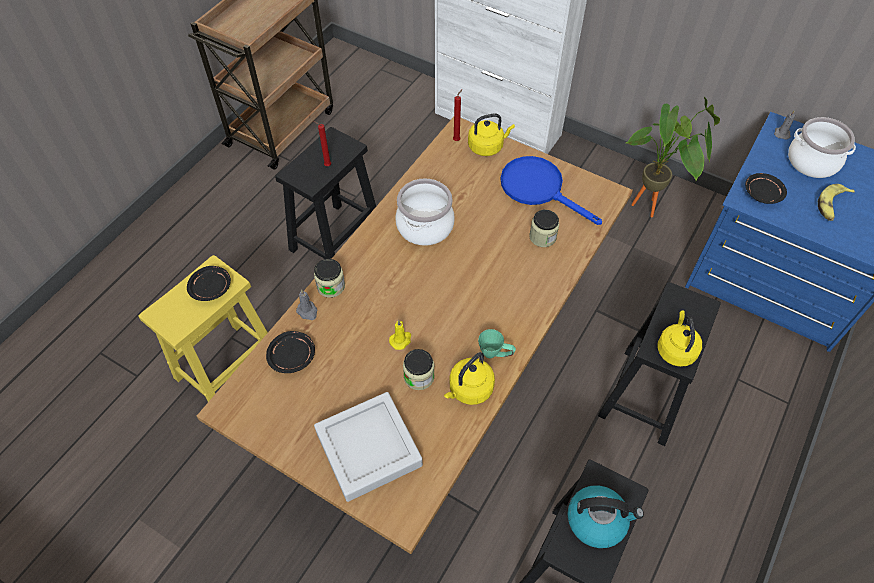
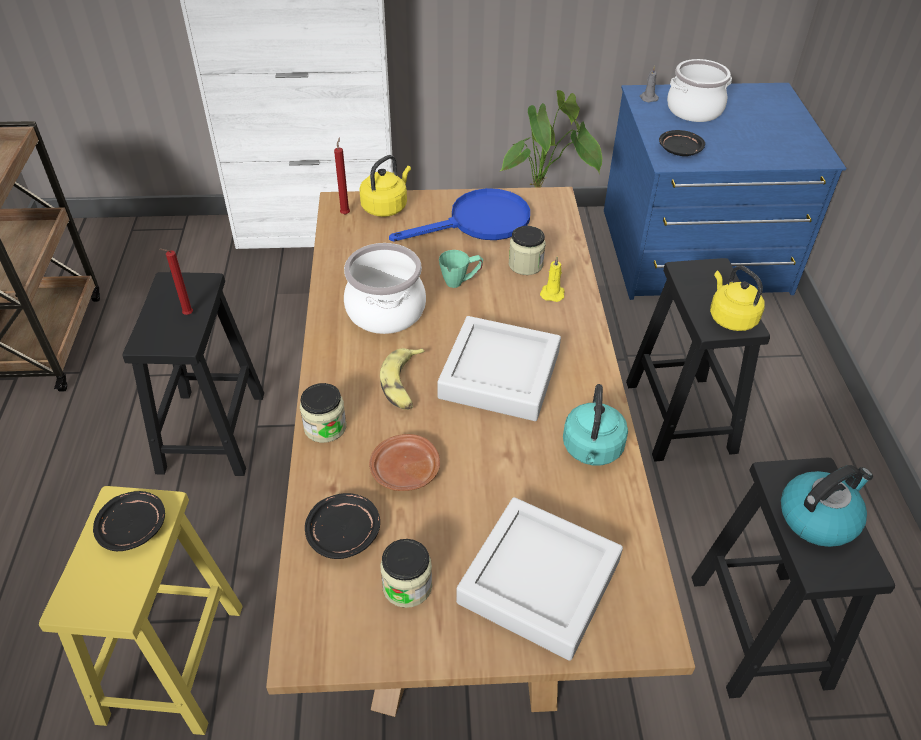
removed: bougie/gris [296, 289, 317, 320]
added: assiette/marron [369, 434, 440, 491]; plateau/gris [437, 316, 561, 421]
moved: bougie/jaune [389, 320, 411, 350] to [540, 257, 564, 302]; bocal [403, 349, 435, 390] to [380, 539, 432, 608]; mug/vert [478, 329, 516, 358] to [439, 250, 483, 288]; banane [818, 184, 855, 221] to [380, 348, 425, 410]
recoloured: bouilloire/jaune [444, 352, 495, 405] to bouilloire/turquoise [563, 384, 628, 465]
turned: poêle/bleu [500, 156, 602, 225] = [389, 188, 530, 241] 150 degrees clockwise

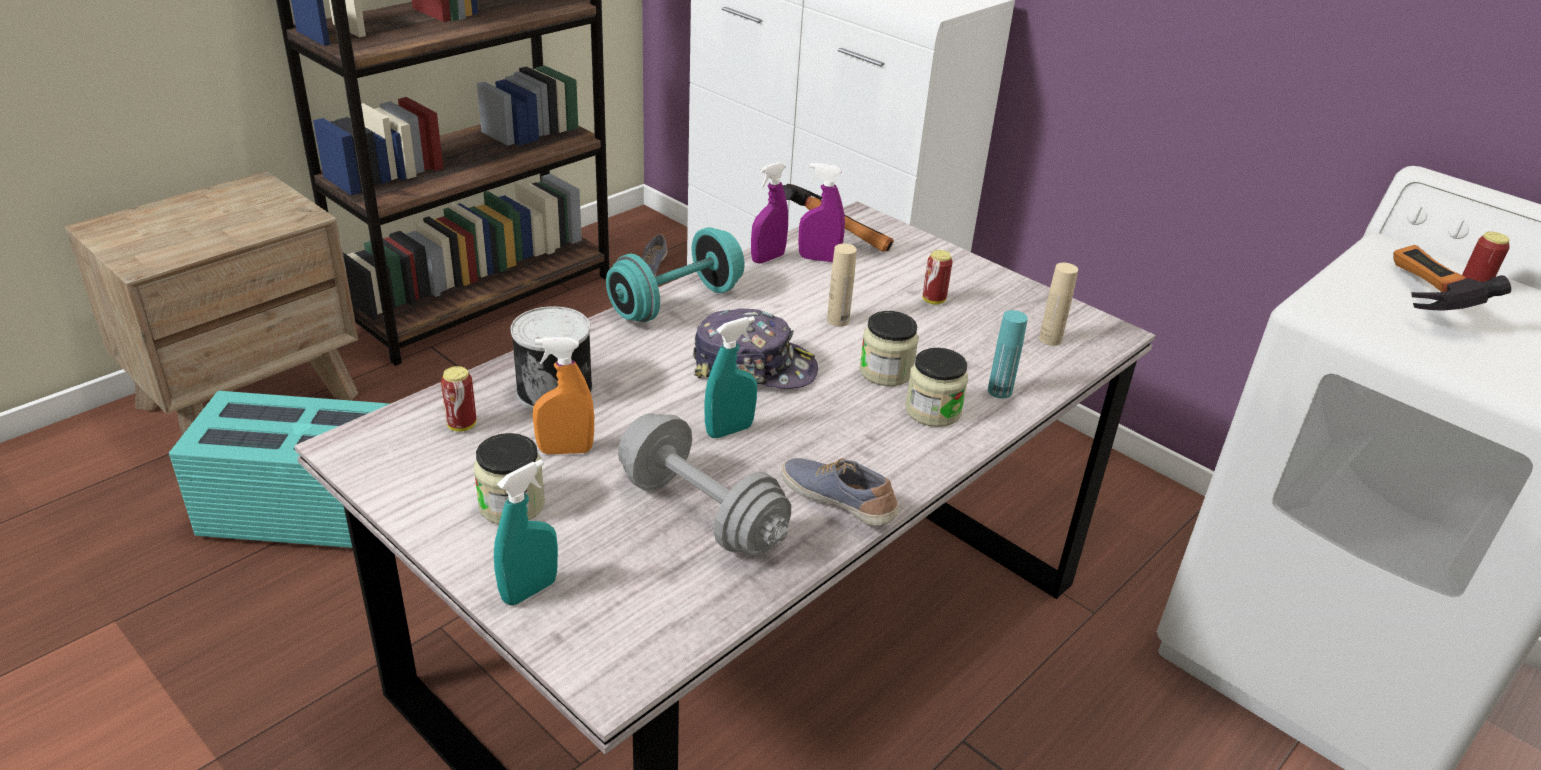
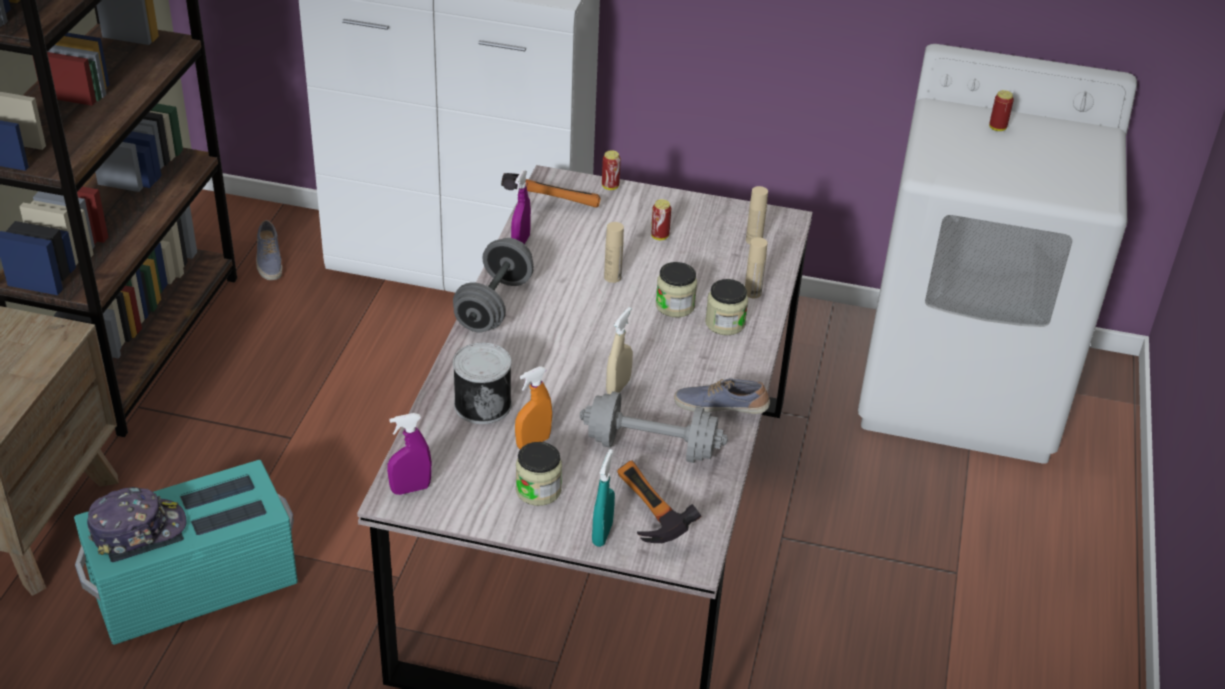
moved: boîte métallique [441, 366, 476, 432] to [602, 150, 621, 190]; casquette [693, 309, 818, 389] to [87, 487, 187, 555]; vaporisateur/violet [798, 163, 845, 262] to [387, 413, 432, 495]; marteau [1393, 245, 1511, 311] to [617, 461, 702, 543]
recoloured: haltère/turquoise [606, 227, 744, 322] to haltère/gris [453, 238, 534, 332]; vaporisateur/turquoise [704, 316, 757, 438] to vaporisateur/beige [606, 307, 633, 394]; bouteille/turquoise [988, 310, 1028, 399] to bouteille/beige [745, 237, 768, 298]

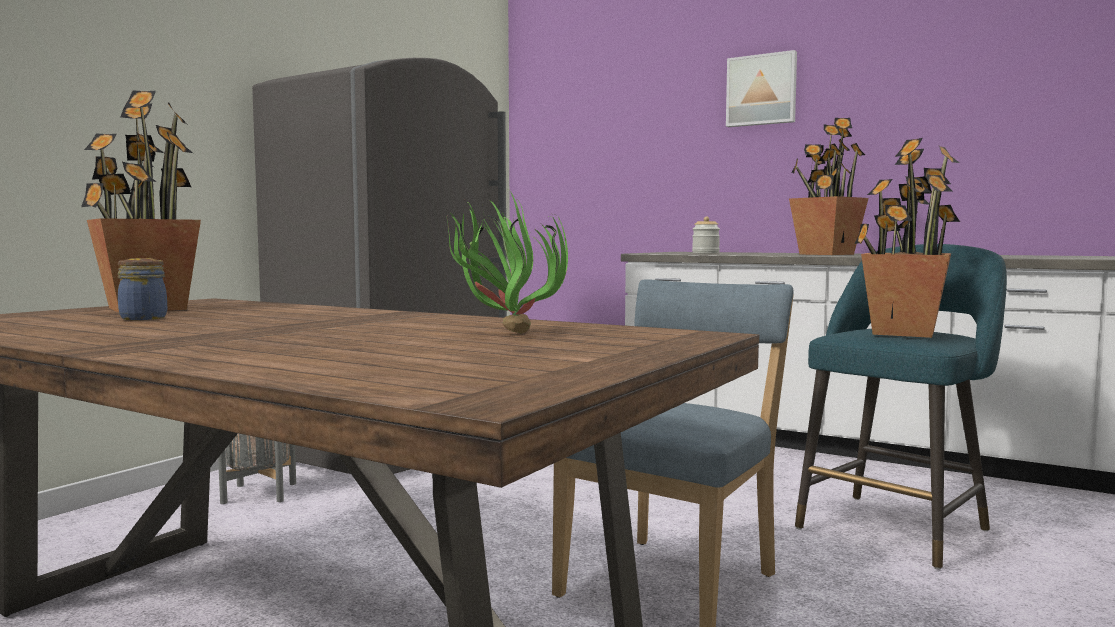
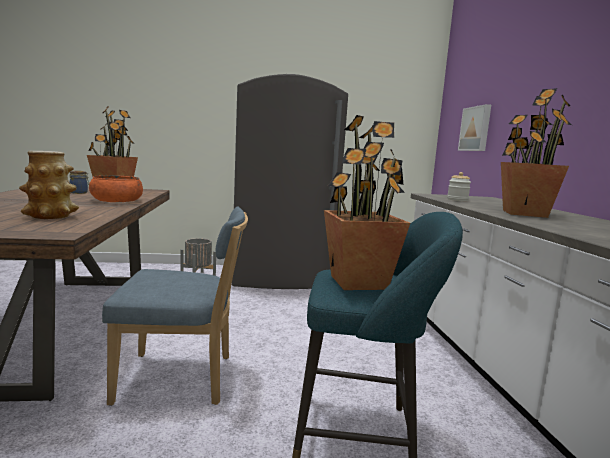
added: bol/orange [89, 175, 143, 202]
moved: tableau [726, 50, 797, 127] to [458, 104, 491, 151]
replaced: plante en pot [446, 189, 568, 333] to vase [19, 151, 79, 219]

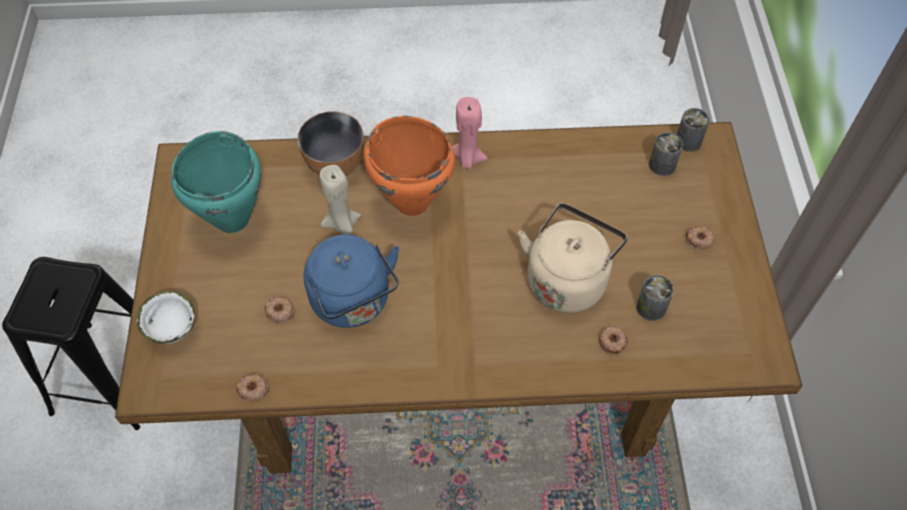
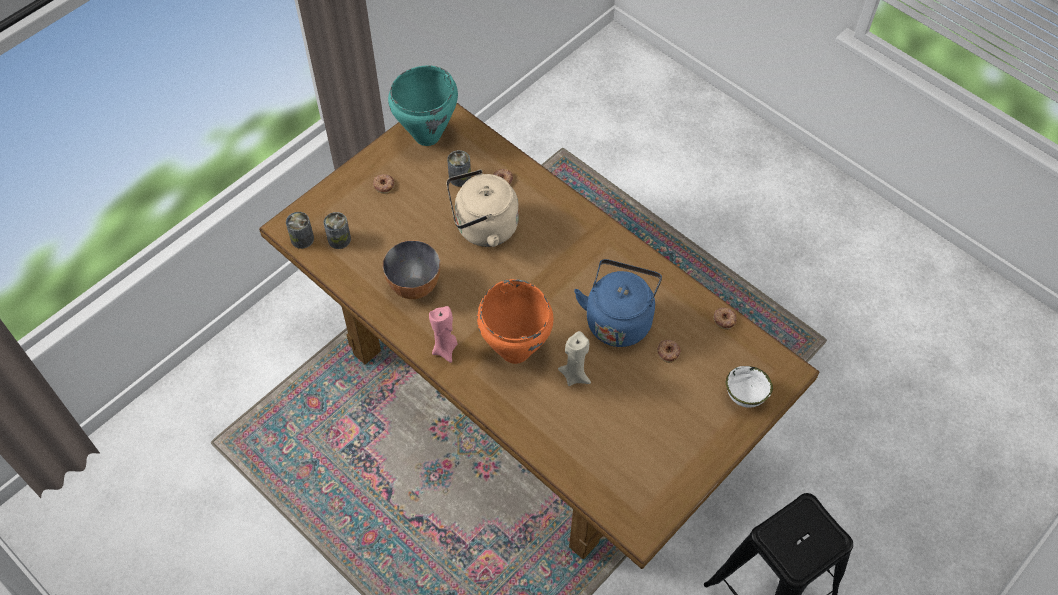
moved: marmite/turquoise [171, 131, 261, 233] to [388, 66, 458, 146]; bol [297, 111, 364, 176] to [382, 240, 440, 299]

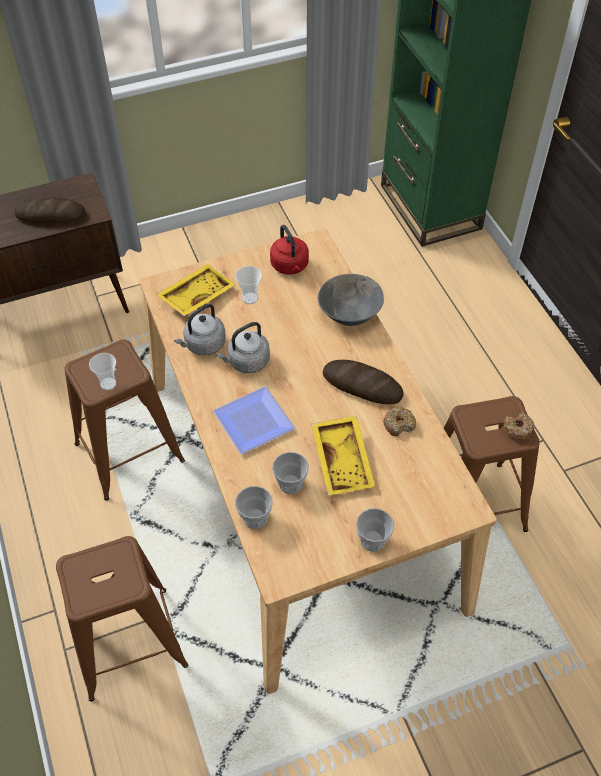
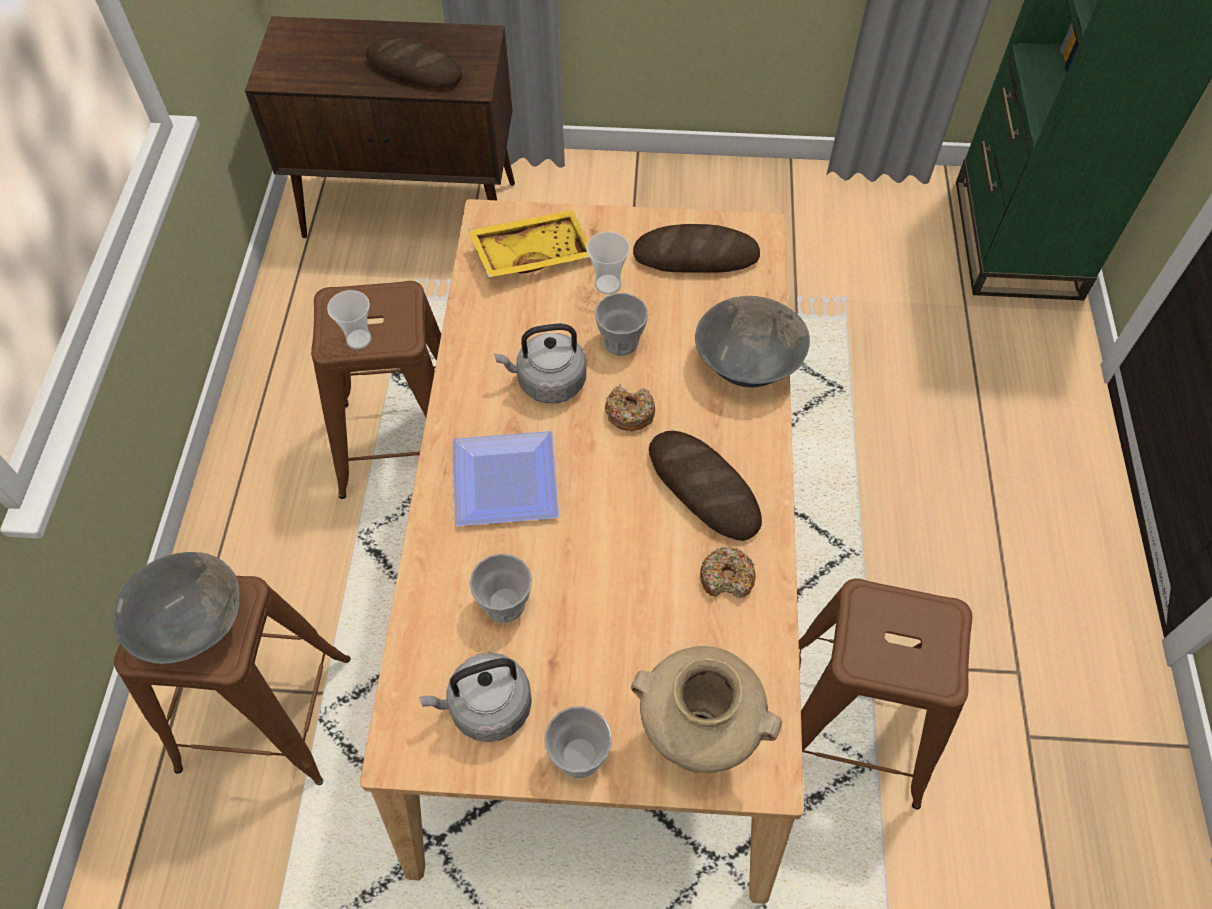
removed: plateau/jaune [312, 416, 375, 496]
added: bol/gris [113, 552, 240, 664]; vase/beige [631, 646, 782, 773]
moved: bouilloire/gris [174, 304, 226, 355] to [419, 652, 532, 742]; tasse [235, 486, 272, 529] to [595, 293, 648, 356]; beignet [504, 412, 534, 440] to [605, 385, 655, 431]
replaced: bouilloire/rouge [270, 225, 309, 275] to pain [633, 224, 760, 273]

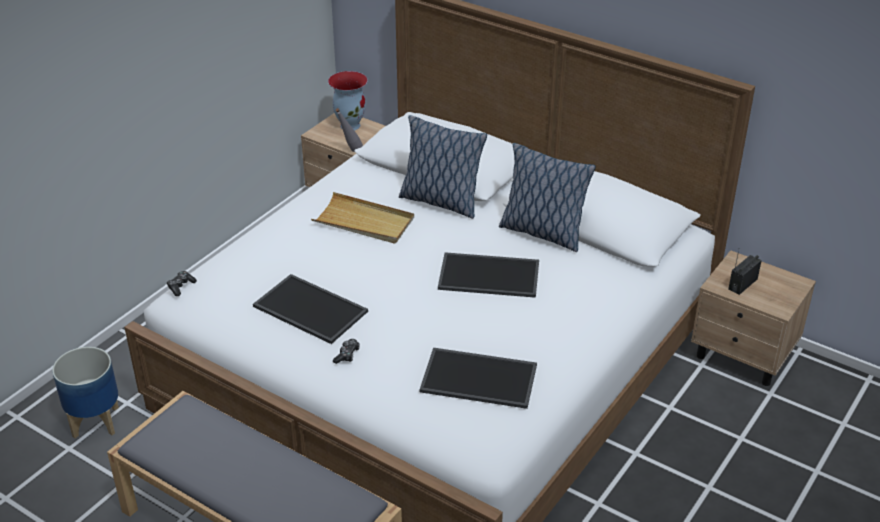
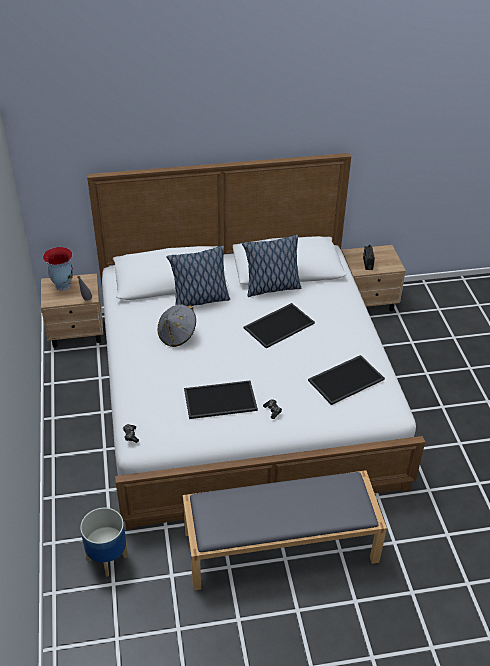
replaced: plateau/beige [311, 192, 414, 244] to chapeau/gris [158, 304, 196, 347]

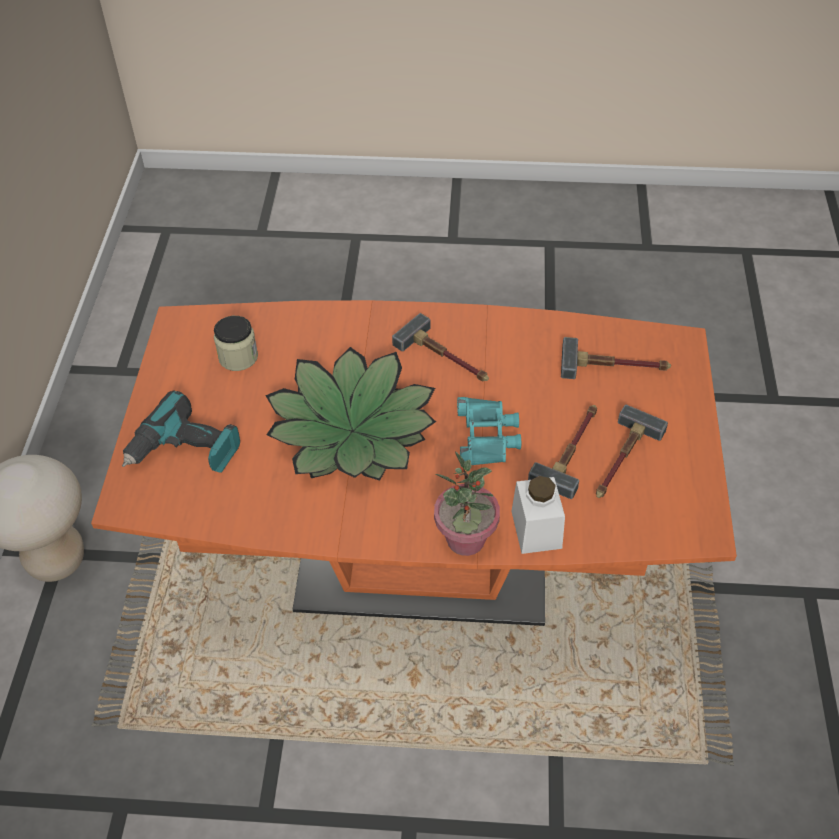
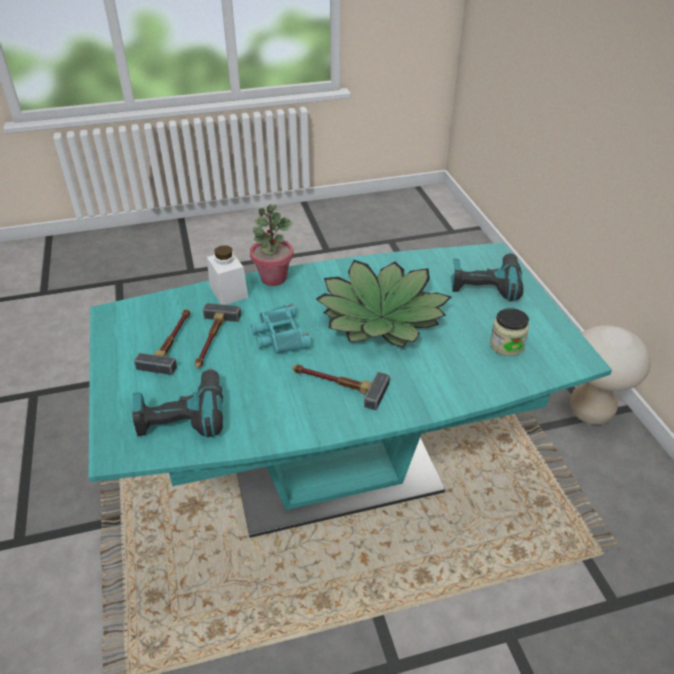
replaced: marteau [561, 337, 671, 379] to perceuse [132, 367, 223, 437]
recoloured: table à manger/orange [91, 300, 737, 626] to table à manger/turquoise [89, 243, 612, 538]

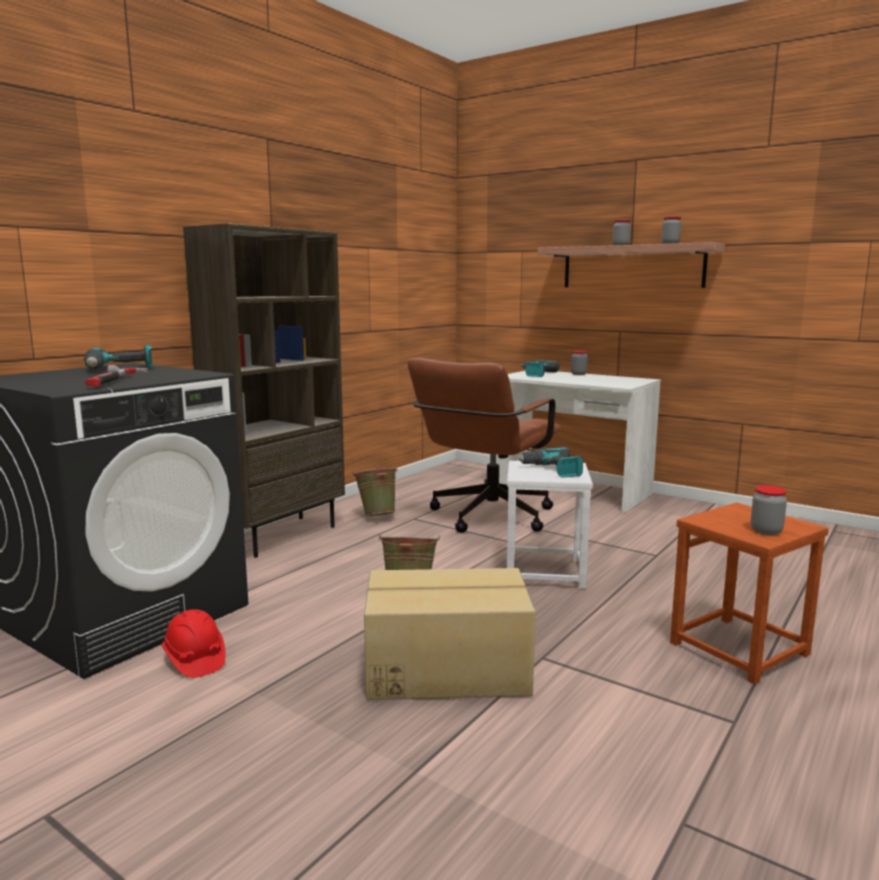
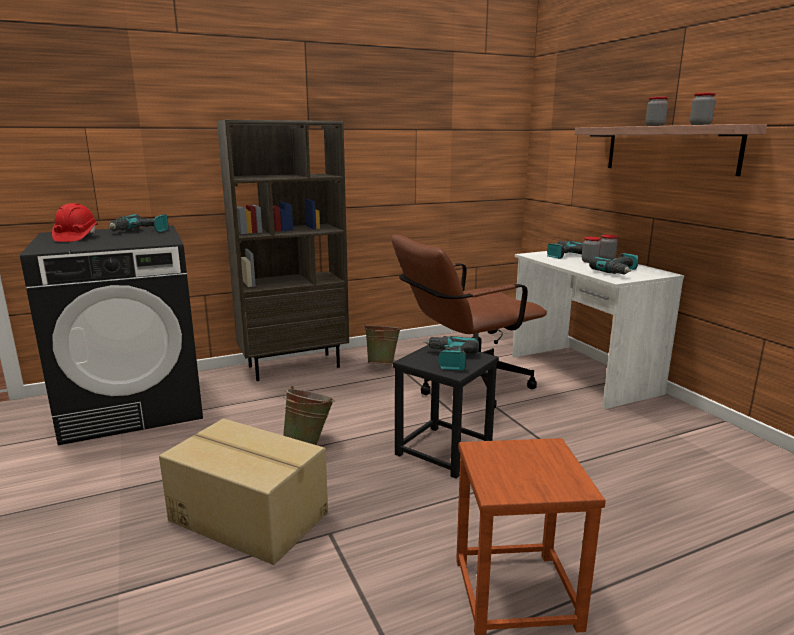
removed: marteau [85, 365, 149, 387]
added: perceuse [589, 253, 639, 275]
moved: casque de chantier/rouge [162, 609, 226, 678] to [52, 203, 98, 242]; bocal [751, 485, 787, 535] to [582, 237, 601, 263]
recoloured: tabouret/blanc [507, 461, 593, 589] to tabouret/noir [393, 345, 499, 479]

